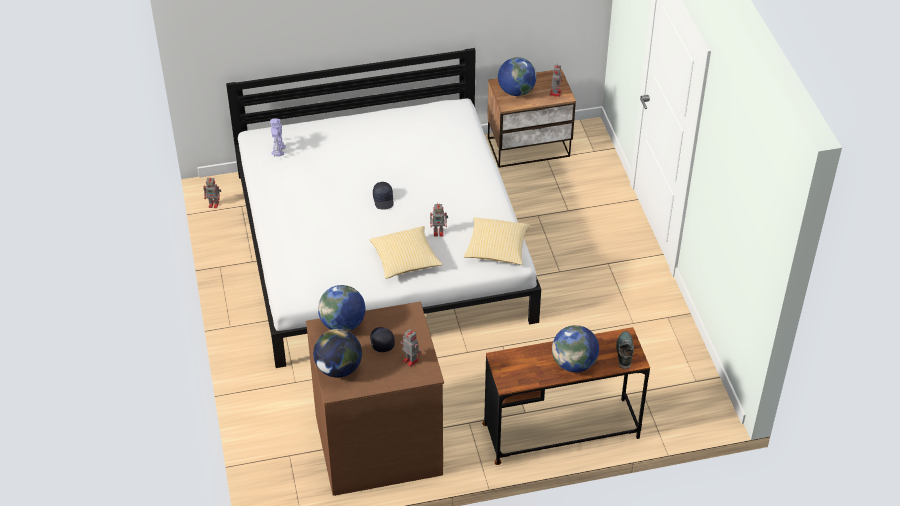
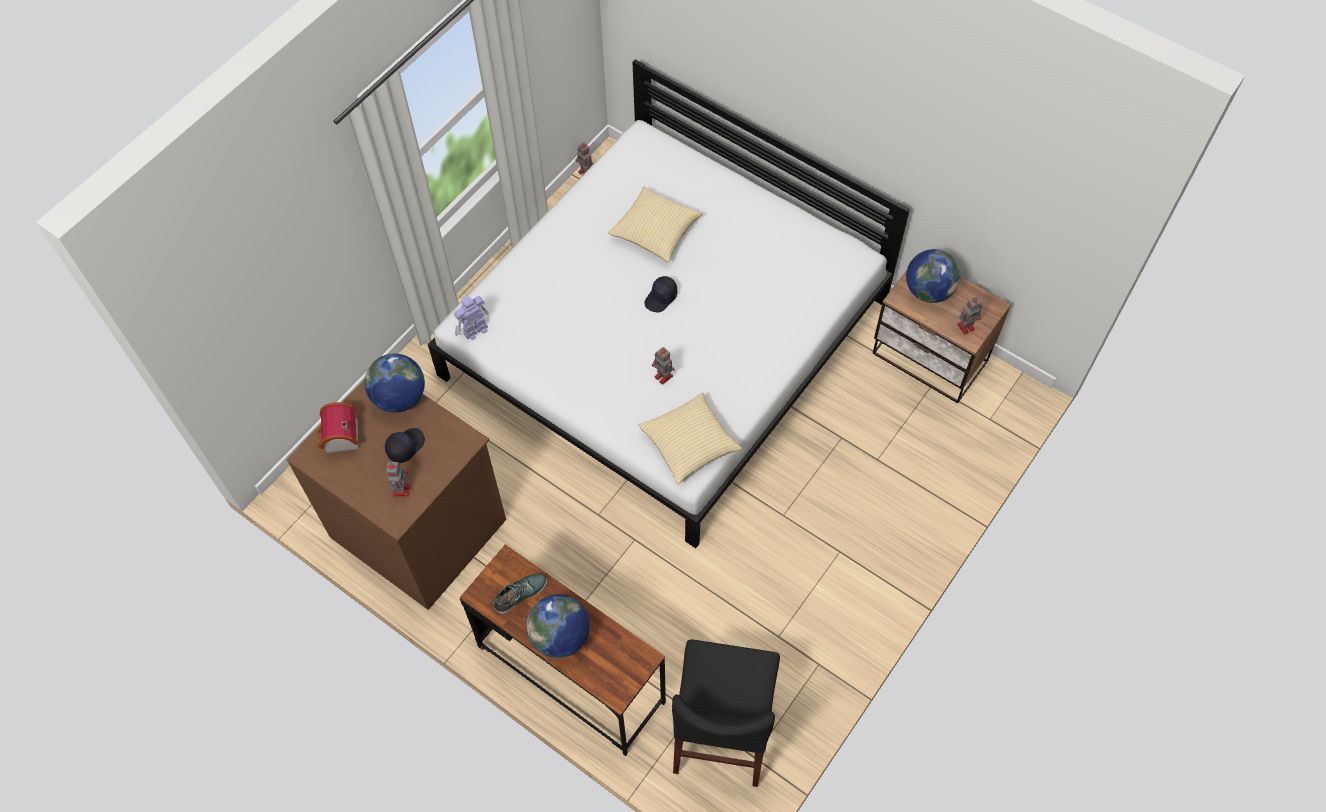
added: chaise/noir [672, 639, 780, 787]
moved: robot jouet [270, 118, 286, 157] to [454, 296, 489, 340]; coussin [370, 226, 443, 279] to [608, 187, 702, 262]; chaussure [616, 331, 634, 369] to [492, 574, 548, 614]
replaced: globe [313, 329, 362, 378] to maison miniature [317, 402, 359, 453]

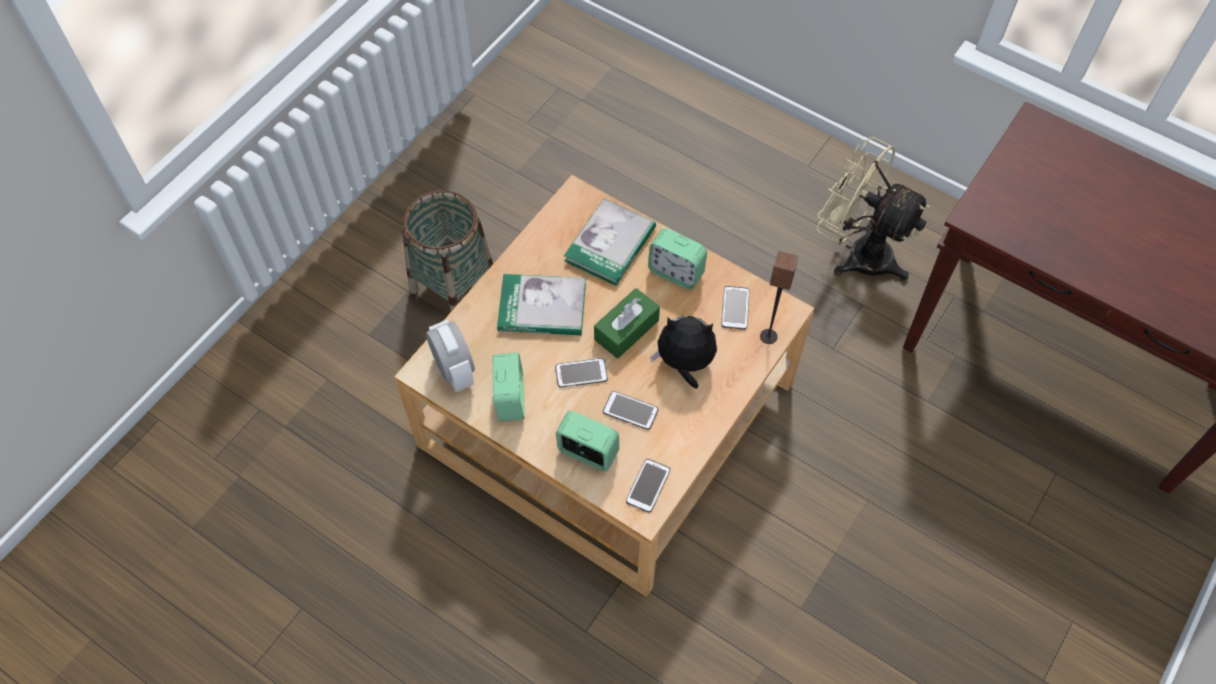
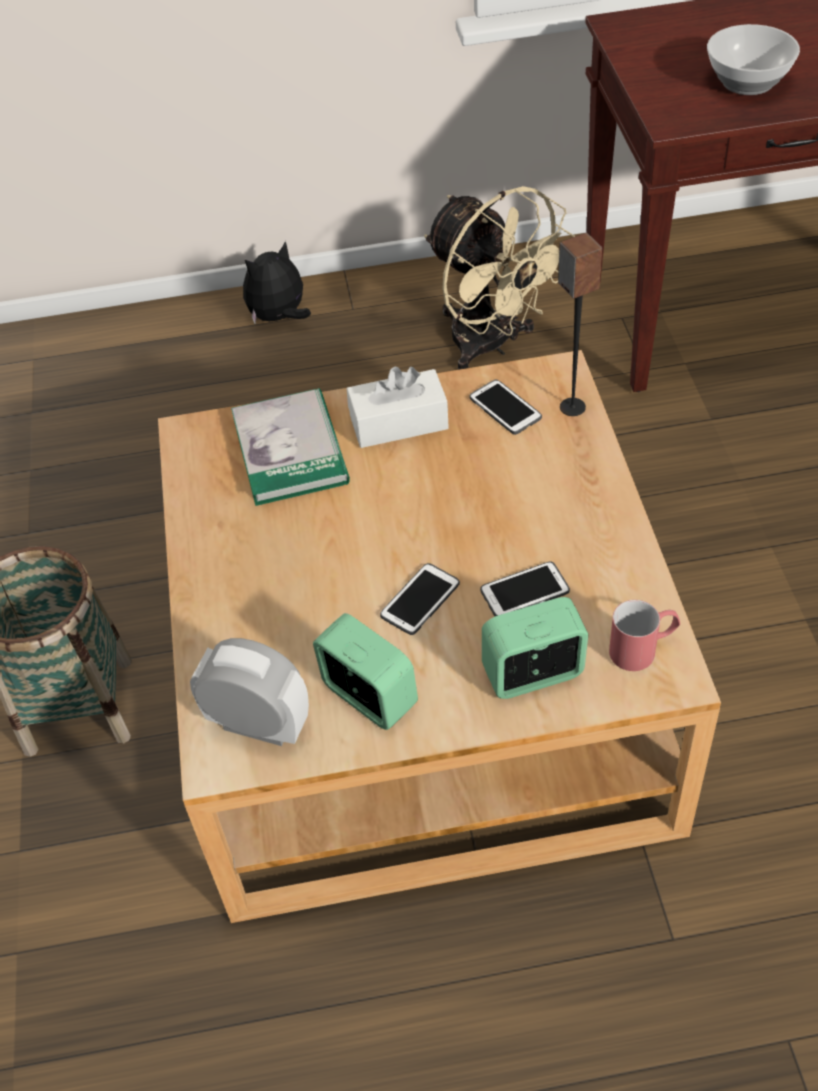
removed: livre [497, 274, 586, 335]; boîte à mouchoirs/vert [594, 288, 660, 359]
added: bol [707, 24, 800, 95]
moved: peluche [650, 316, 717, 389] to [243, 241, 311, 324]
replaced: téléphone [626, 459, 670, 513] to mug/rouge [609, 600, 680, 671]; réveil [648, 228, 707, 290] to boîte à mouchoirs/blanc [346, 367, 449, 448]
turned: ventilateur/beige [817, 137, 930, 281] = [424, 186, 575, 370] 120 degrees counterclockwise

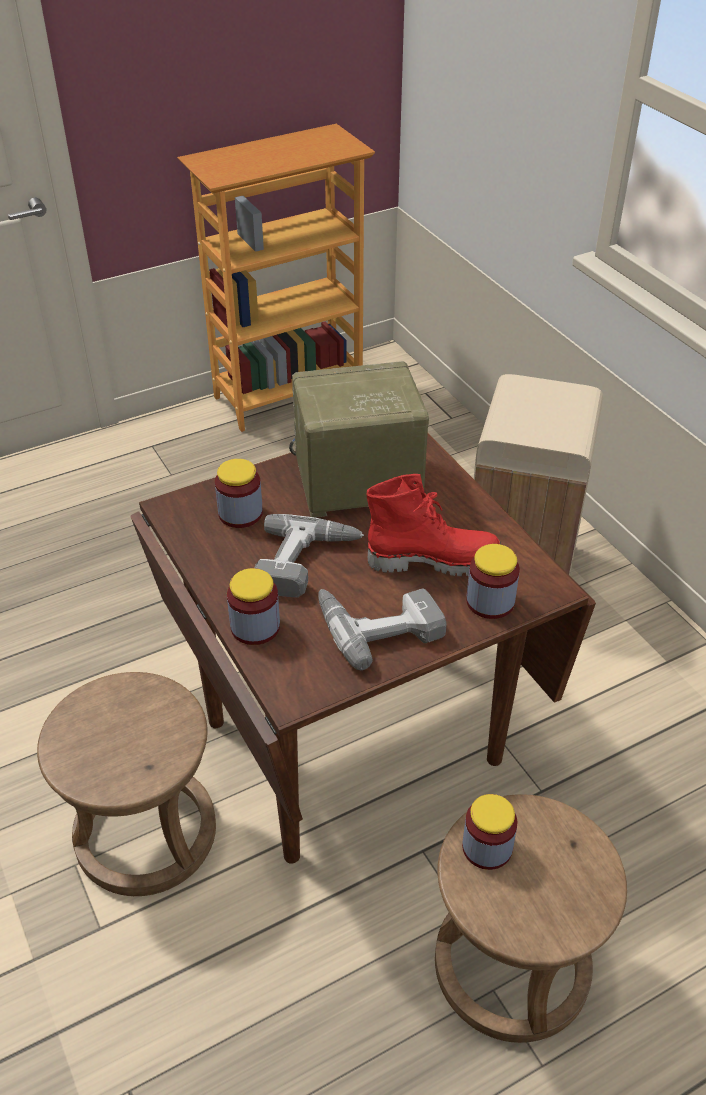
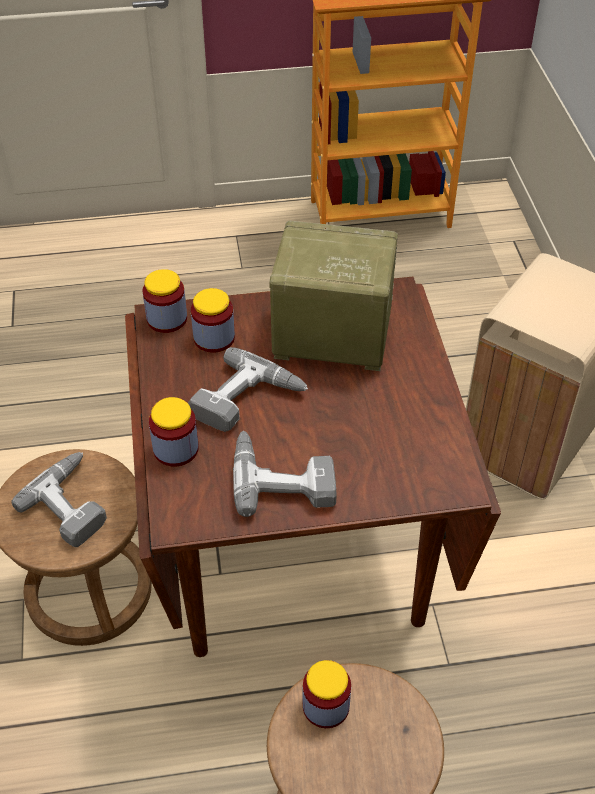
removed: botte/rouge [367, 474, 501, 576]
added: perceuse [11, 452, 107, 547]
moved: bocal [466, 544, 520, 619] to [142, 269, 187, 333]

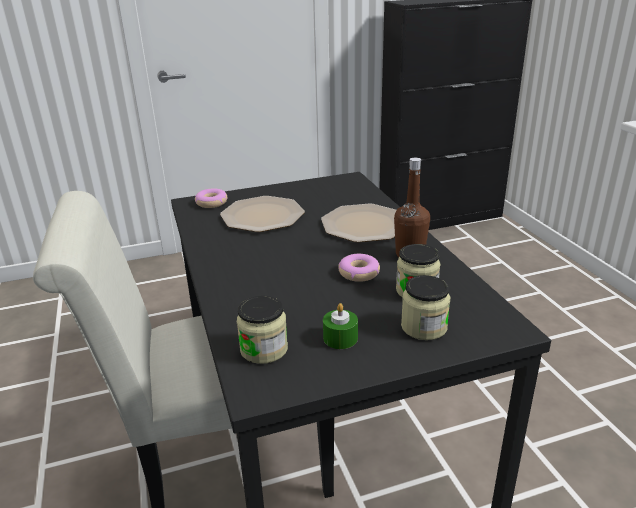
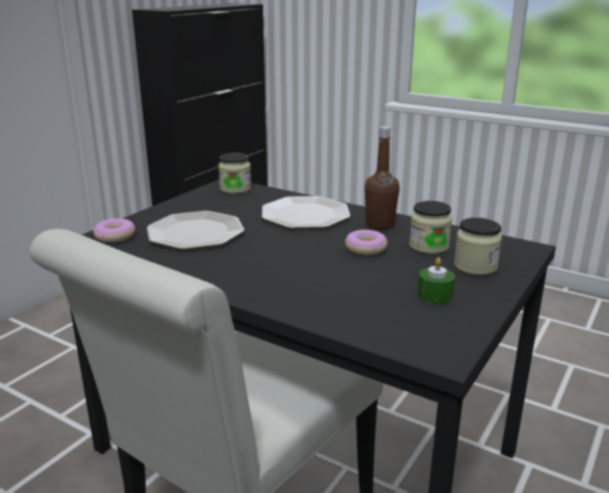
moved: bocal [237, 296, 288, 364] to [218, 153, 251, 194]

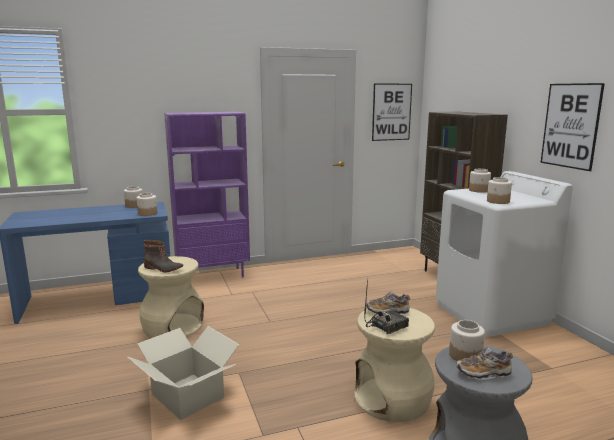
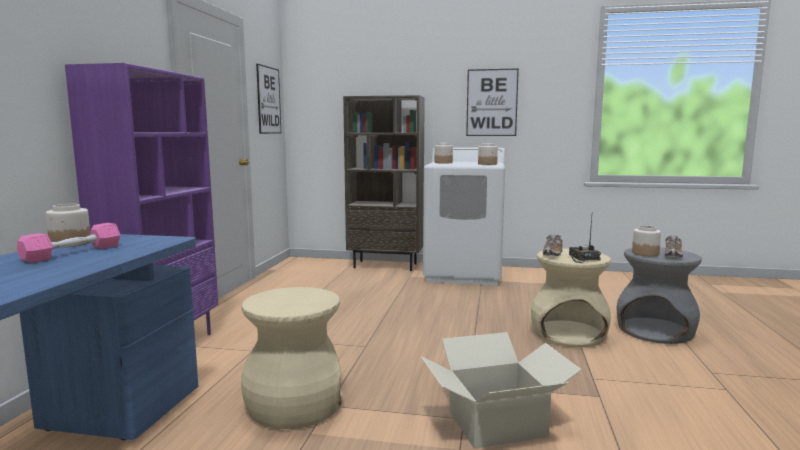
removed: bocal [137, 193, 157, 216]; botte [144, 240, 183, 272]
added: haltère/rose [17, 223, 120, 263]

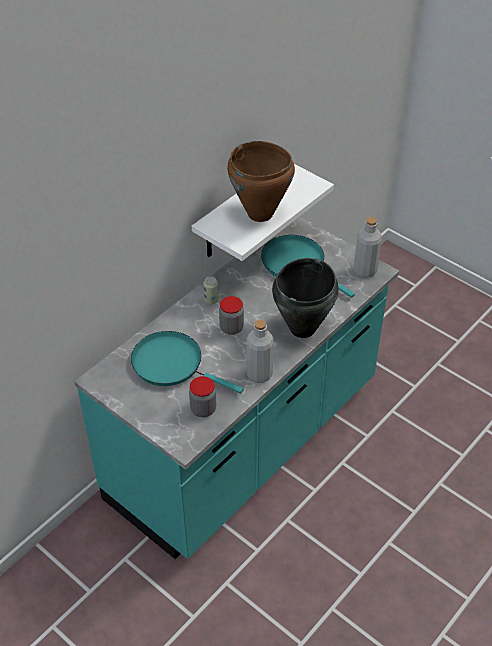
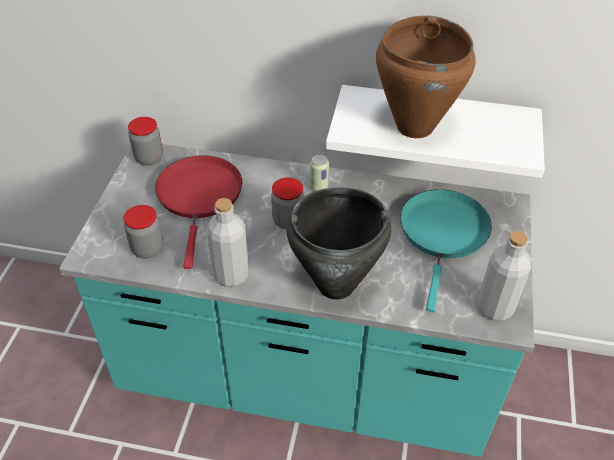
added: bocal [128, 117, 163, 165]
recoloured: poêle/turquoise [131, 331, 244, 394] to poêle/rouge [155, 155, 242, 269]

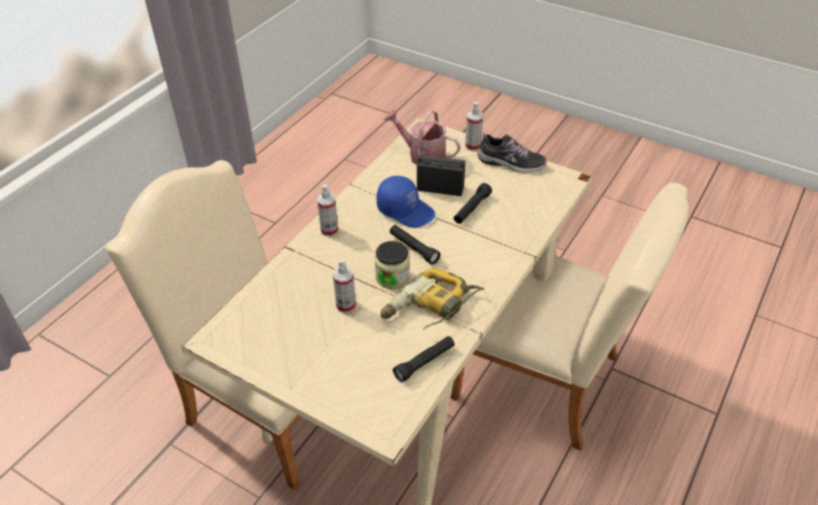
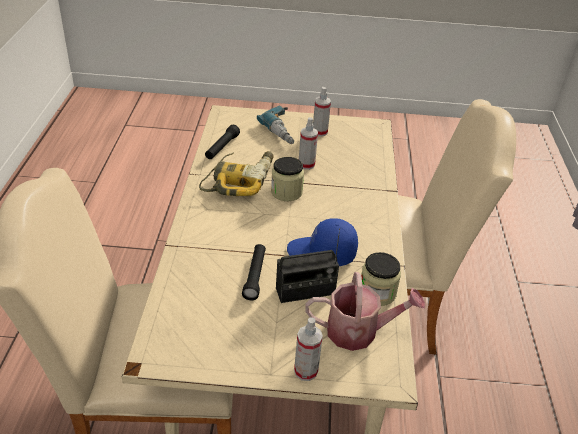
removed: lampe de poche/noir [390, 225, 440, 265]; chaussure [478, 132, 547, 173]
added: perceuse [257, 106, 294, 144]; bocal [361, 252, 401, 306]
moved: vaporisateur [317, 184, 339, 236] to [313, 87, 331, 137]

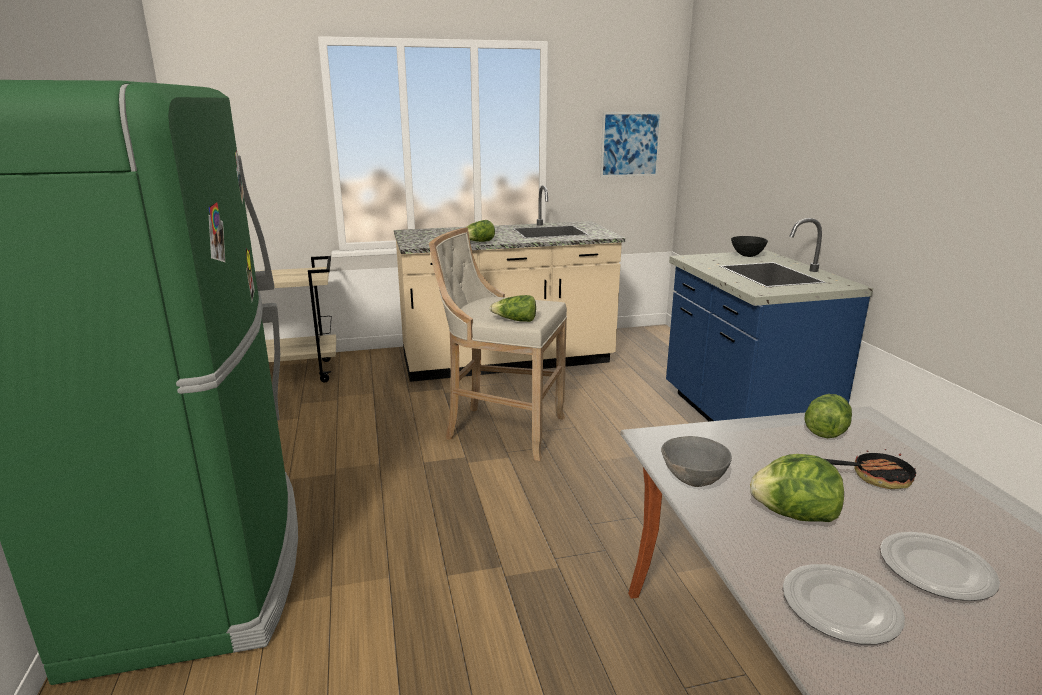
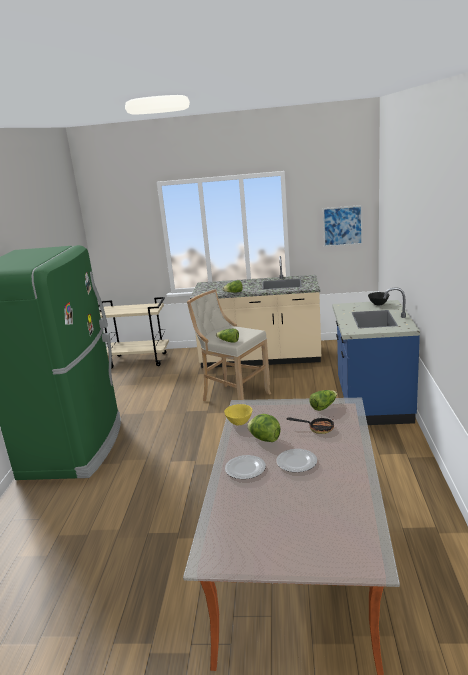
recoloured: bol/gris [661, 436, 732, 487] to bol/jaune [224, 404, 252, 425]

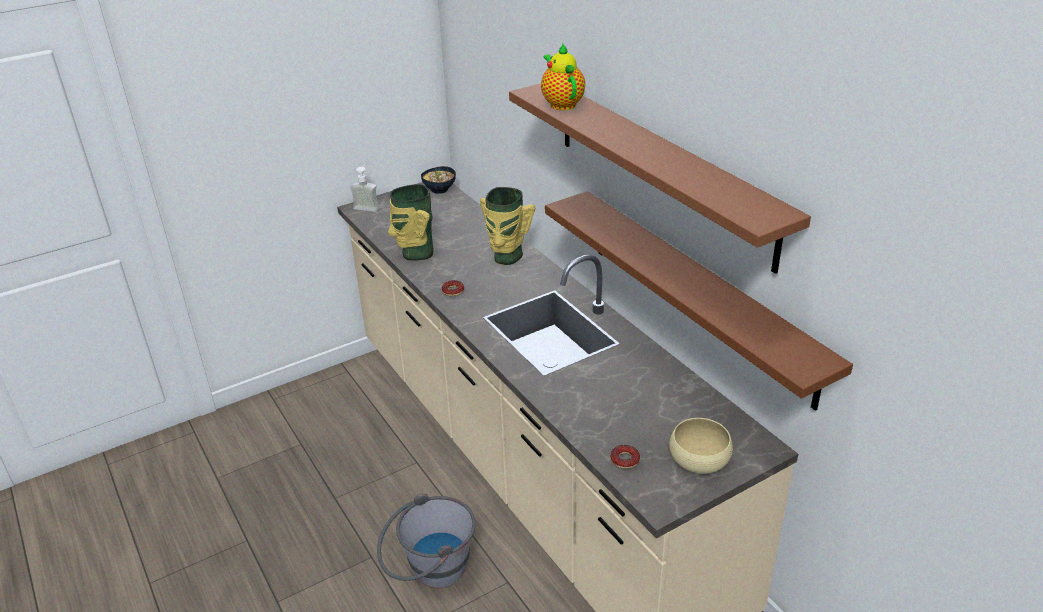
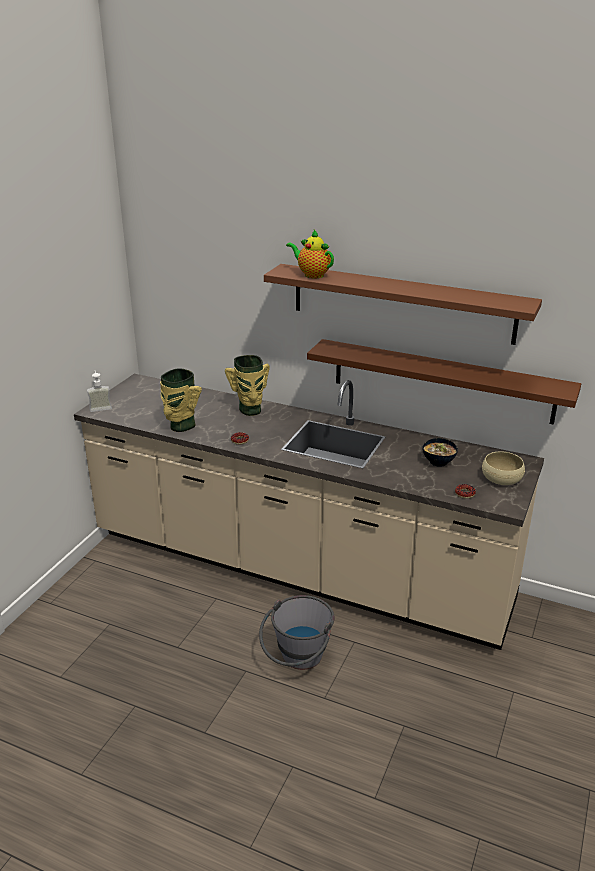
moved: bol [421, 166, 456, 194] to [423, 438, 458, 467]

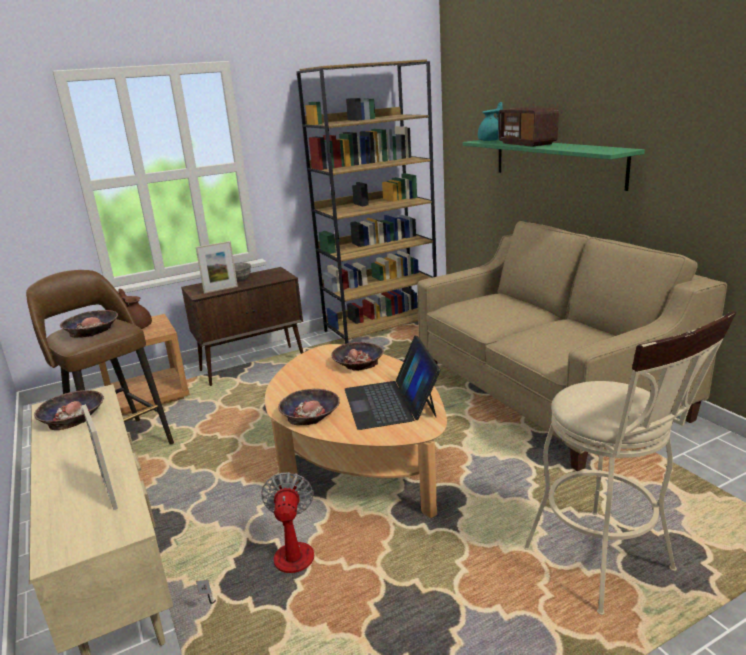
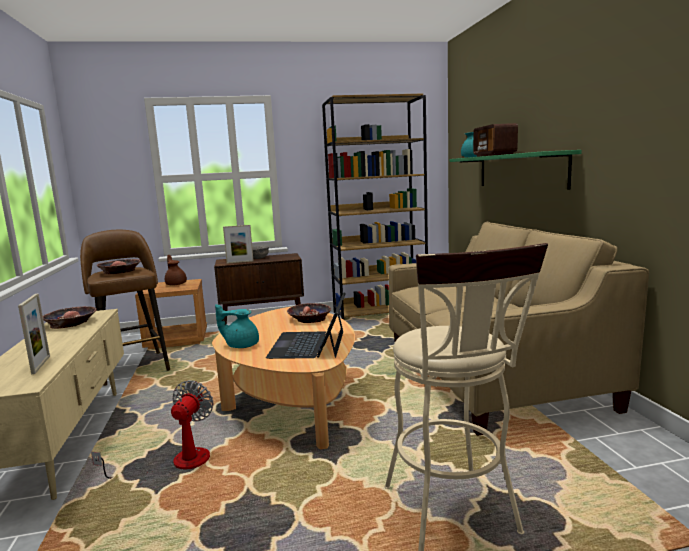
replaced: bol [278, 389, 340, 425] to théière/turquoise [215, 304, 259, 348]

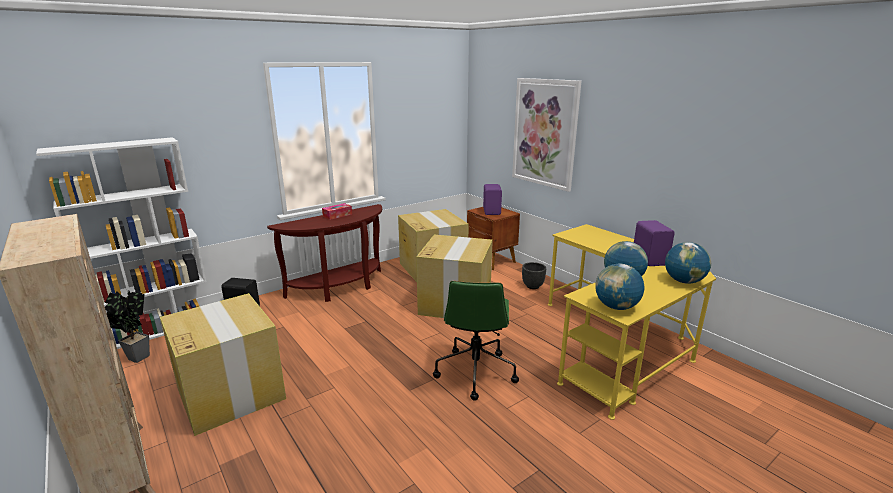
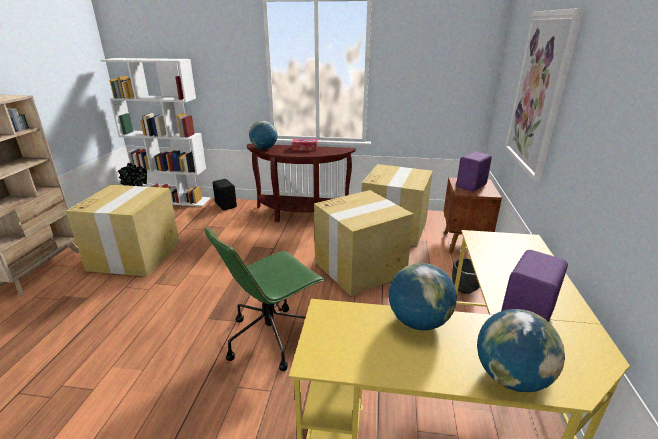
moved: globe [595, 264, 645, 310] to [249, 120, 277, 149]

